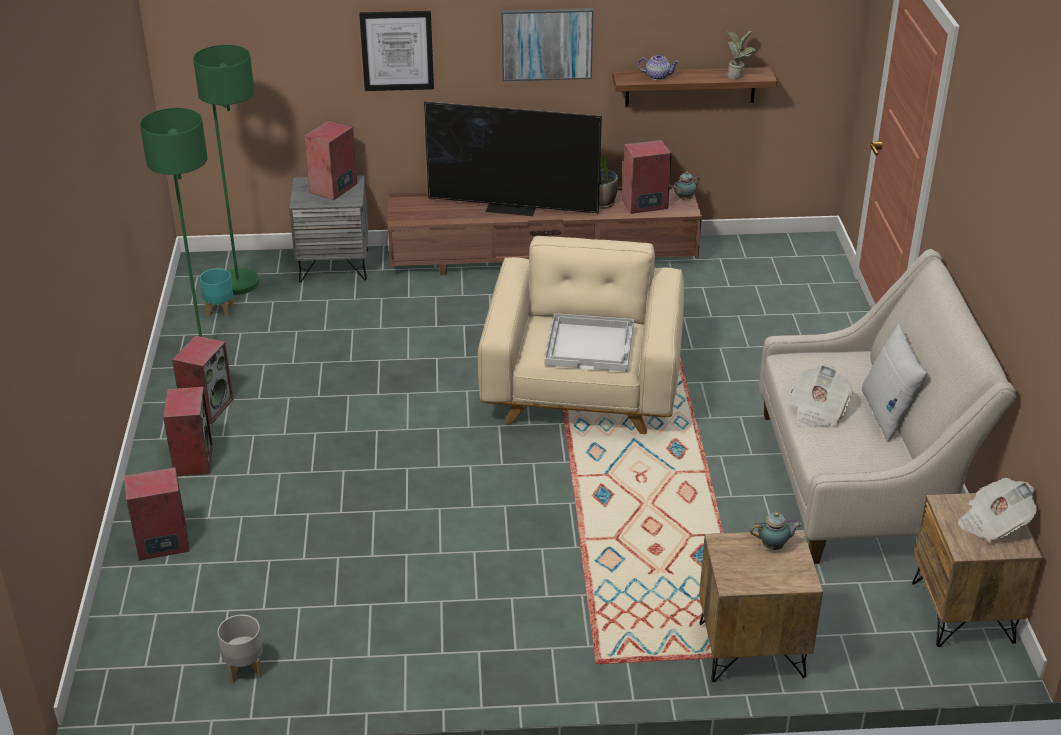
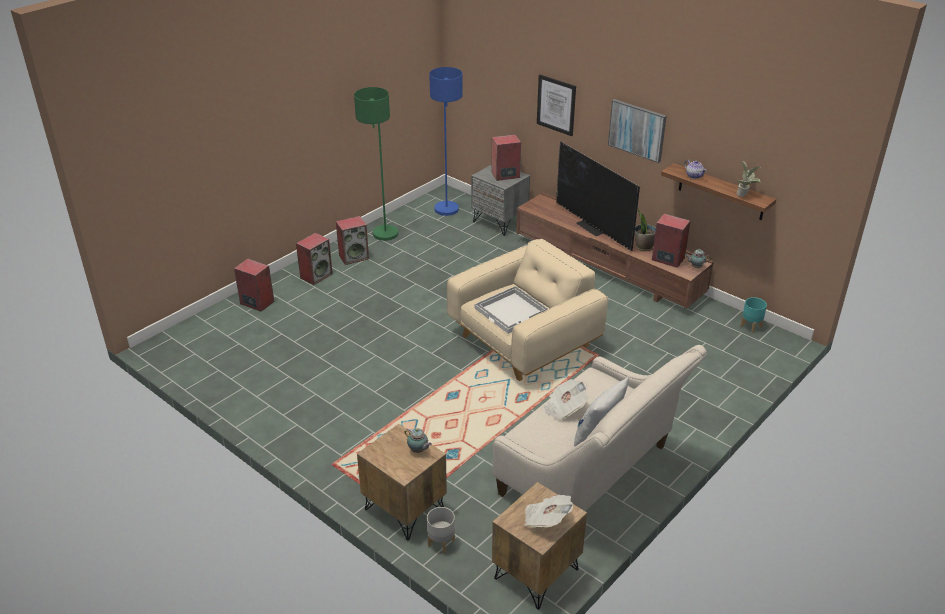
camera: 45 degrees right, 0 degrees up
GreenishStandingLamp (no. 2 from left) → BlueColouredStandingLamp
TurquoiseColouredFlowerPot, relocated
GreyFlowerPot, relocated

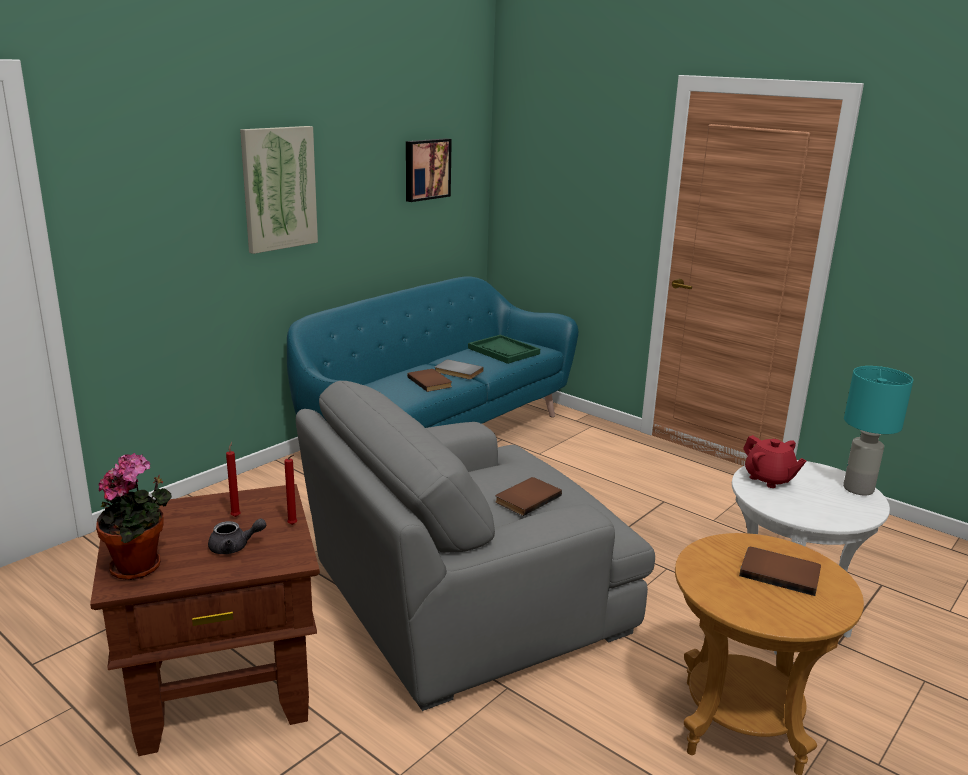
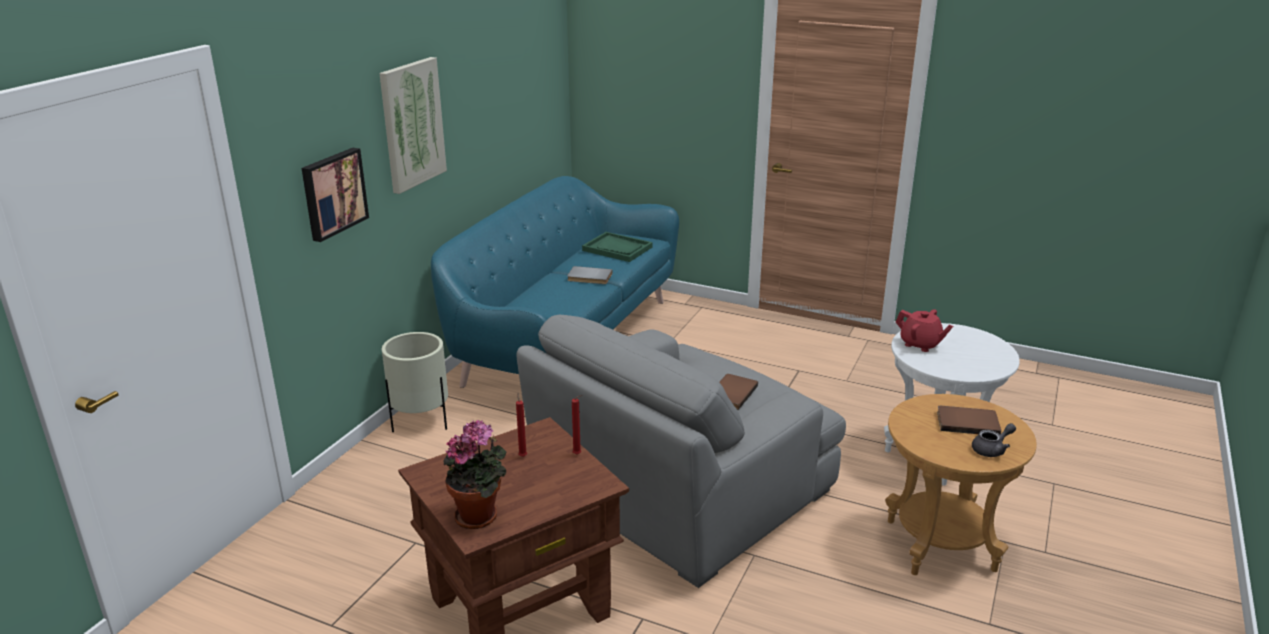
camera: 15 degrees left, 5 degrees up
WallPicture (no. 2 from left in the first image) → WallPicture (no. 1 from left), relocated
TurquoiseColouredTabletopLamp → -
BrownColouredBoundBook (no. 1 from left) → -
GreyTeapot, relocated
- → BeigeFlowerPot

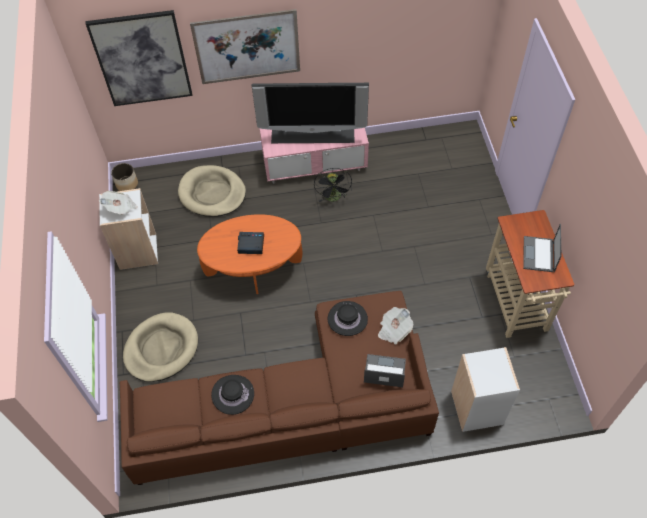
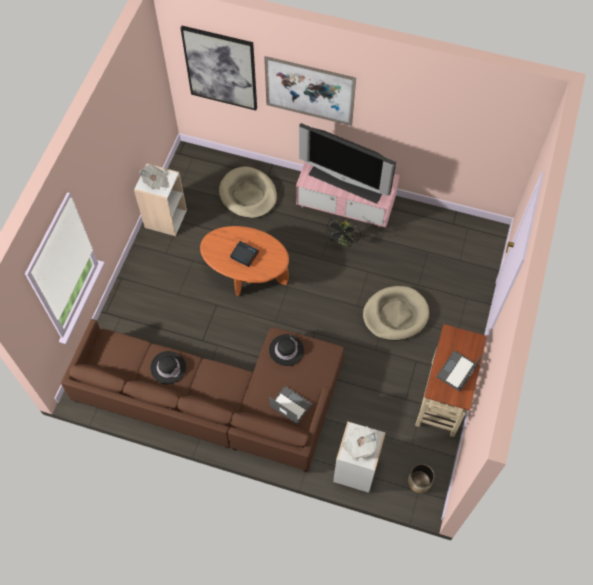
camera: 25 degrees right, 5 degrees up
FlowerPot, relocated
Newspaper (no. 2 from left), relocated
BeigeDogCushion (no. 1 from left in the first image) → BeigeDogCushion (no. 2 from left), relocated

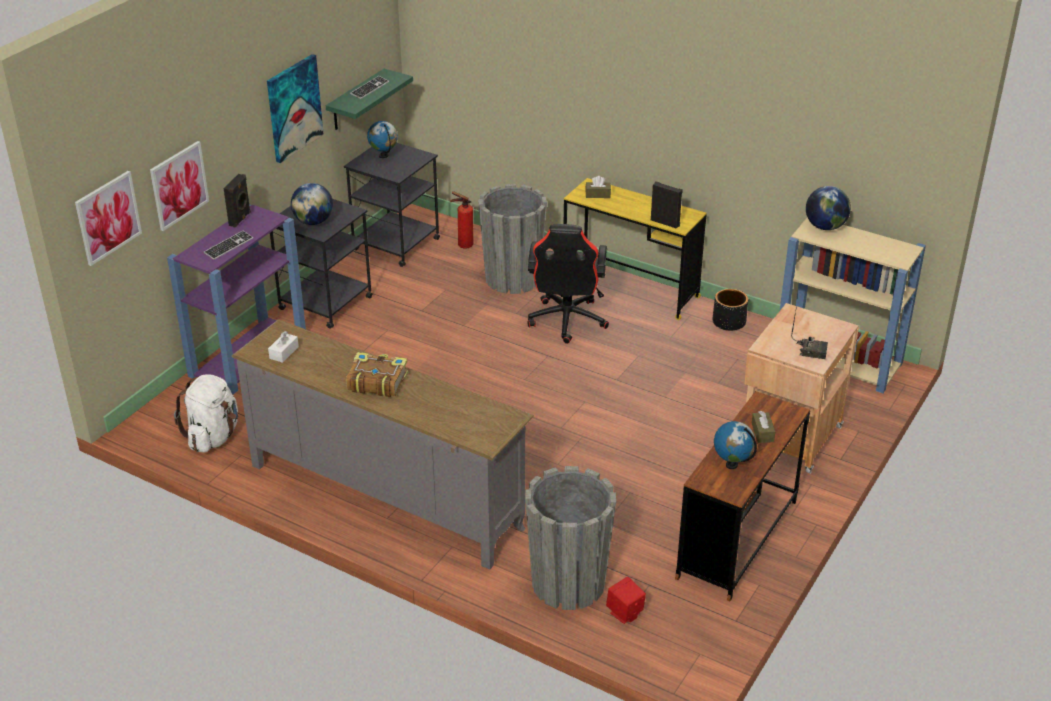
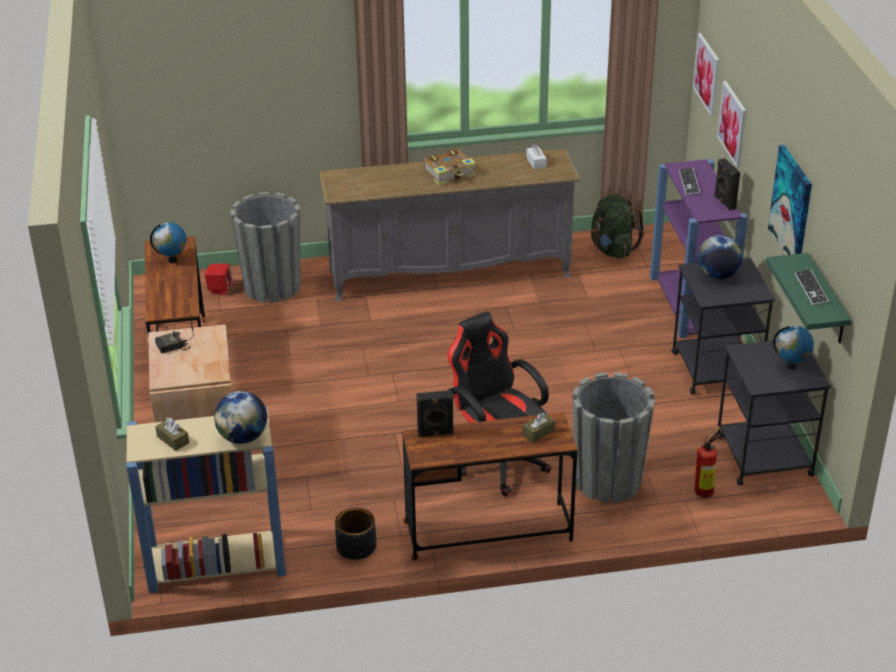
camera: 140 degrees right, 0 degrees up
YellowishDeskUnit → BrownColouredDeskUnit (no. 2 from left)
WhiteRucksack → GreenishRucksack
BrownColouredTissueBox (no. 2 from left in the first image) → BrownColouredTissueBox (no. 1 from left), relocated

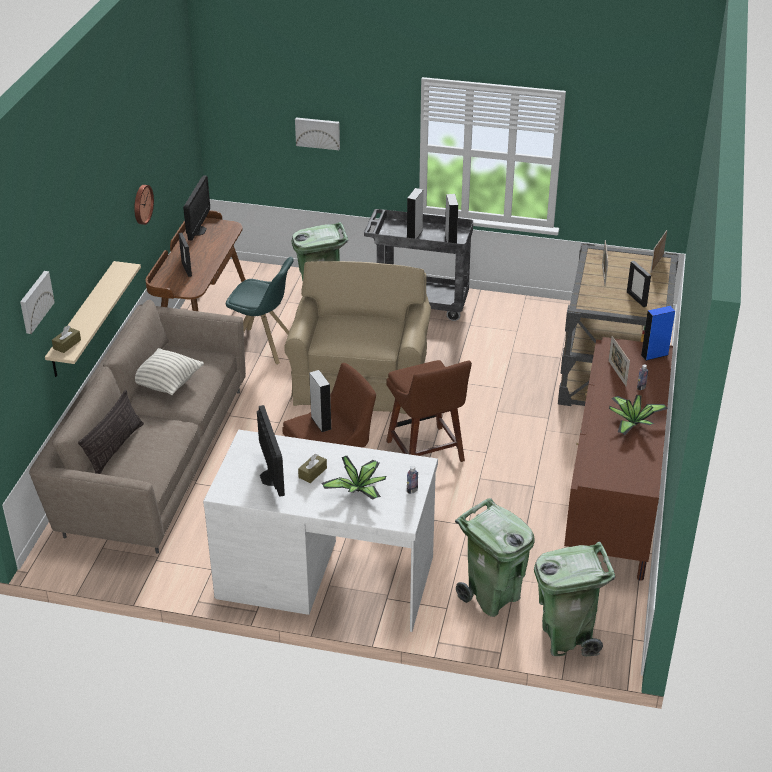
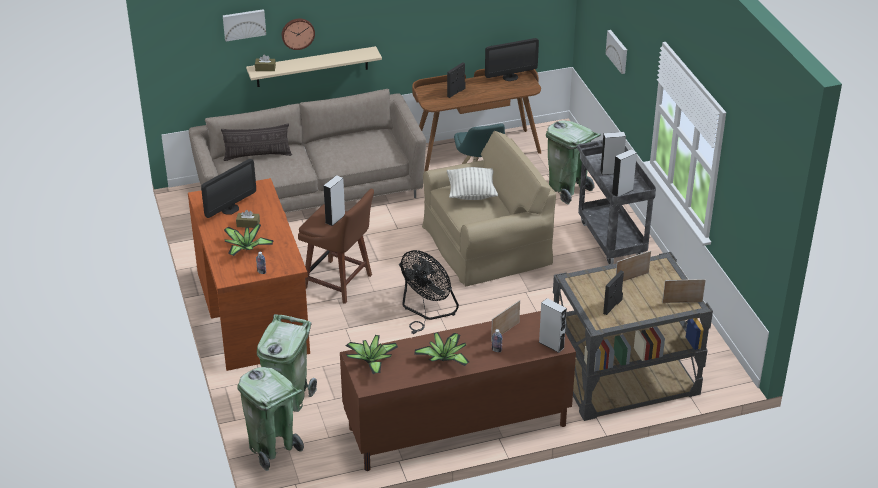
camera: 60 degrees right, 0 degrees up
ClockOnTheWall, relocated
BlueColouredSpeaker → GreySpeaker (no. 2 from left)
Pillow (no. 2 from left), relocated
BrownColouredSittingStool (no. 2 from left) → BlackishElectricFan
WhiteDeskUnit → BrownColouredDeskUnit (no. 1 from left)
- → PottedPlant (no. 2 from left)

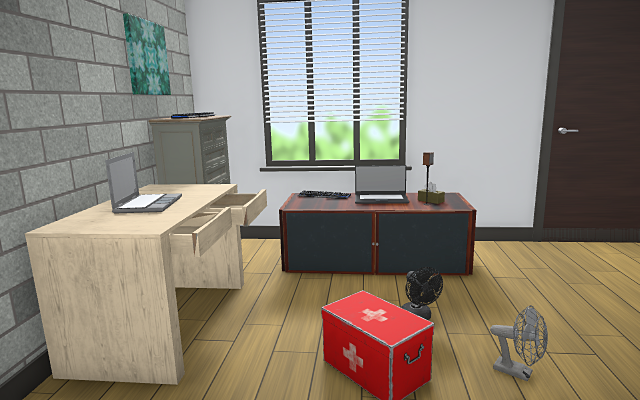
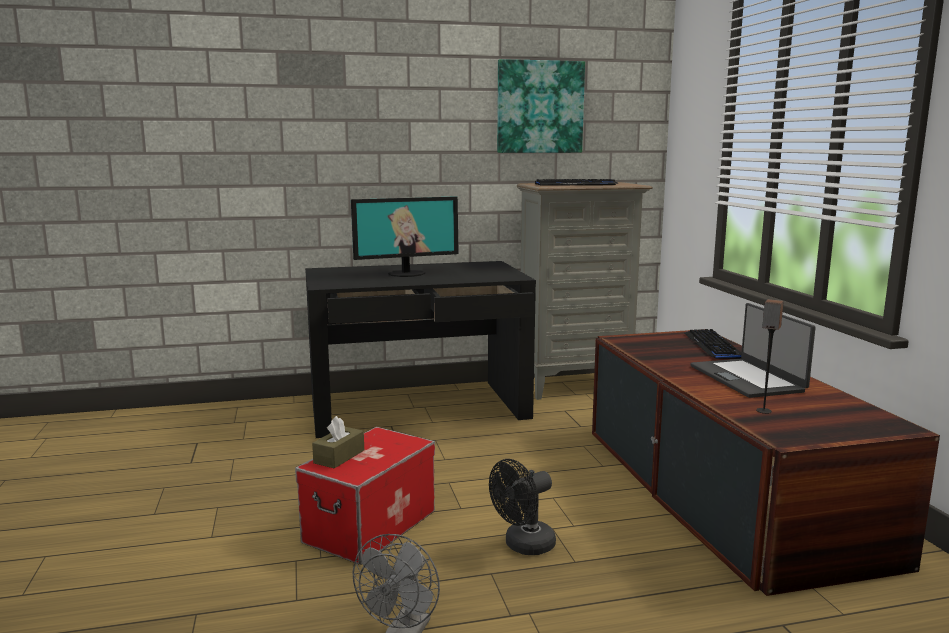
camera: 70 degrees right, 0 degrees up
PortableComputer (no. 1 from left) → Monitor
BrownColouredTissueBox, relocated
BeigeDeskUnit → BlackishDeskUnit

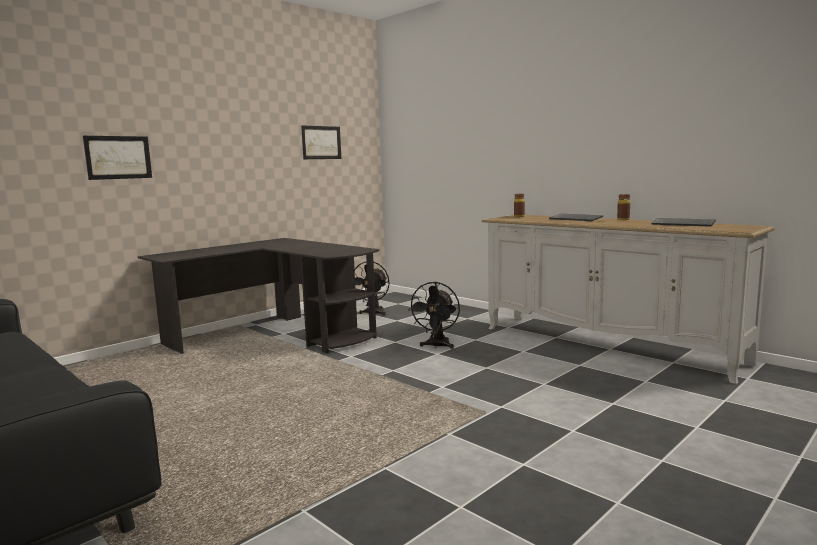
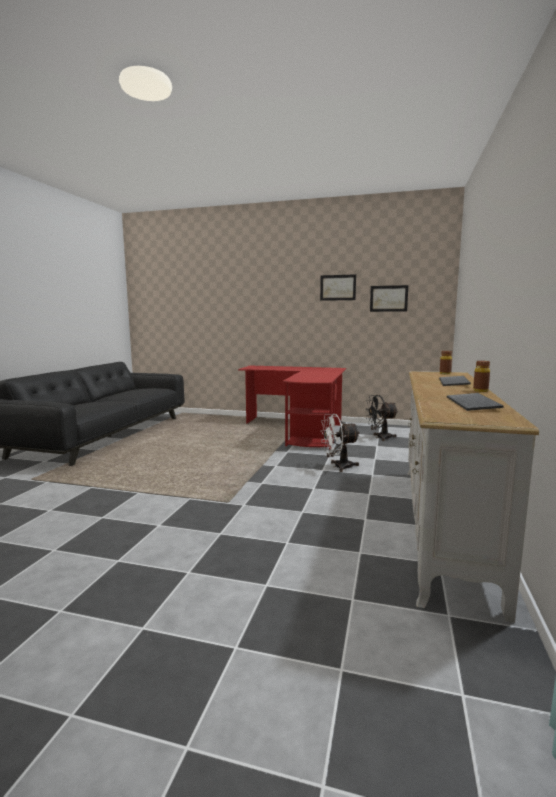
camera: 60 degrees right, 0 degrees up
WallPicture (no. 1 from left), relocated
BlackishDeskUnit → RedDeskUnit
BlackishElectricFan (no. 2 from left) → WhiteElectricFan

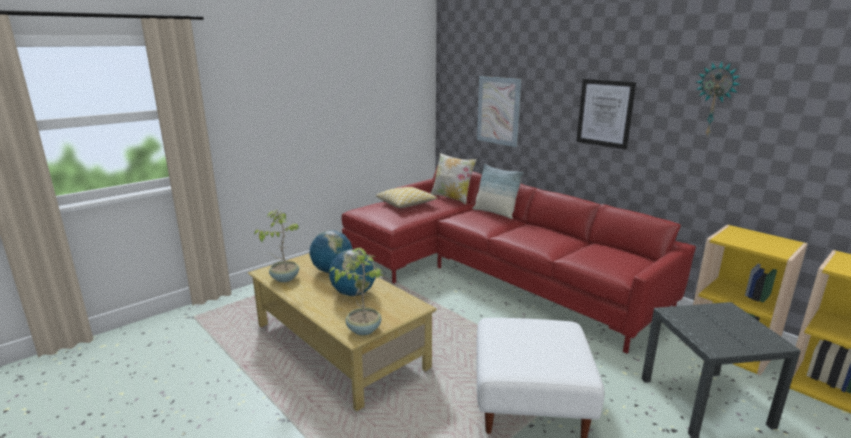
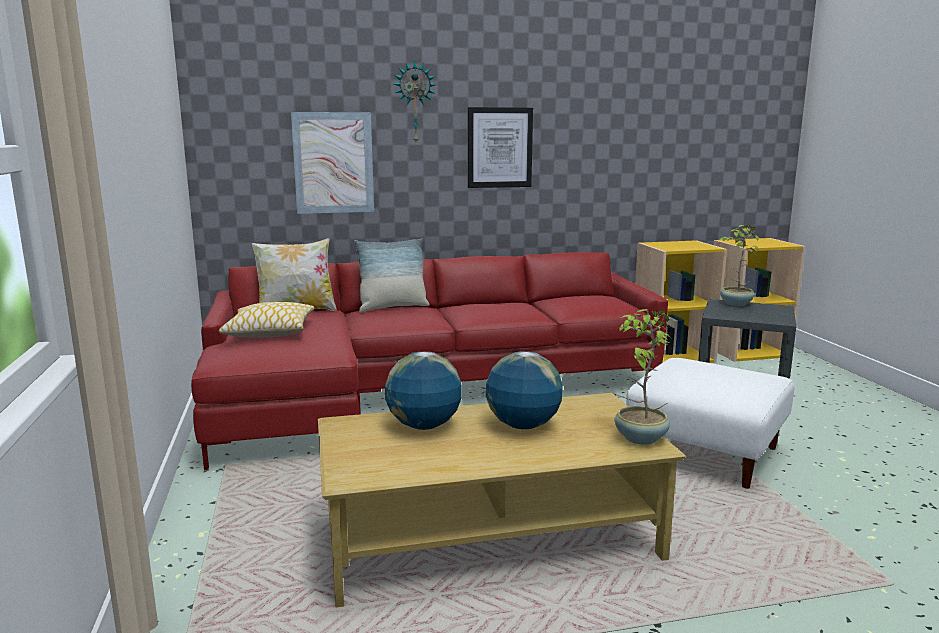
camera: 60 degrees left, 5 degrees down
ClockOnTheWall, relocated
PottedPlant (no. 1 from left in the first image) → PottedPlant (no. 2 from left), relocated

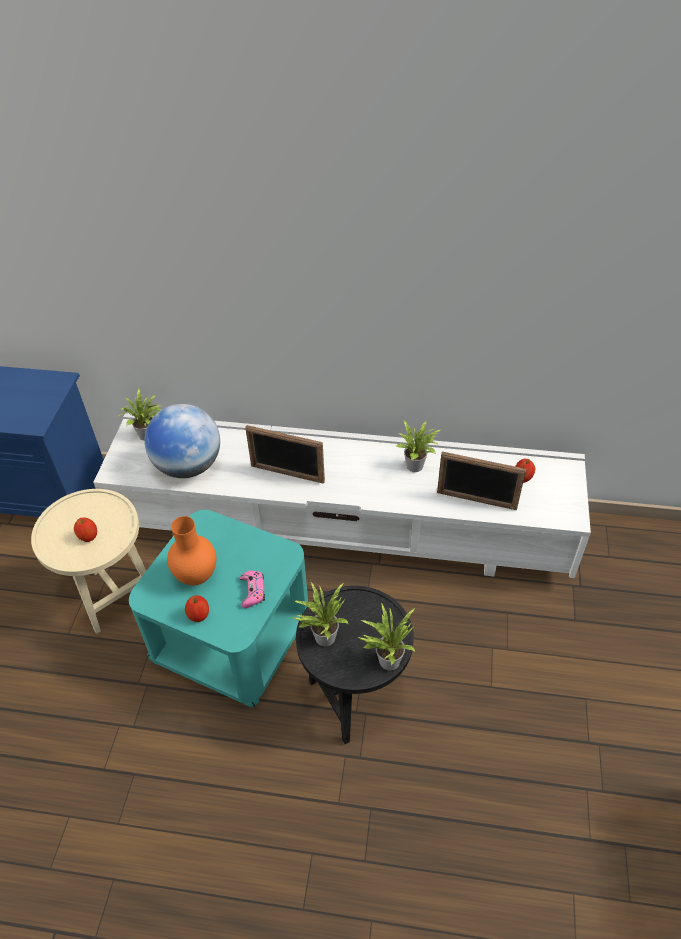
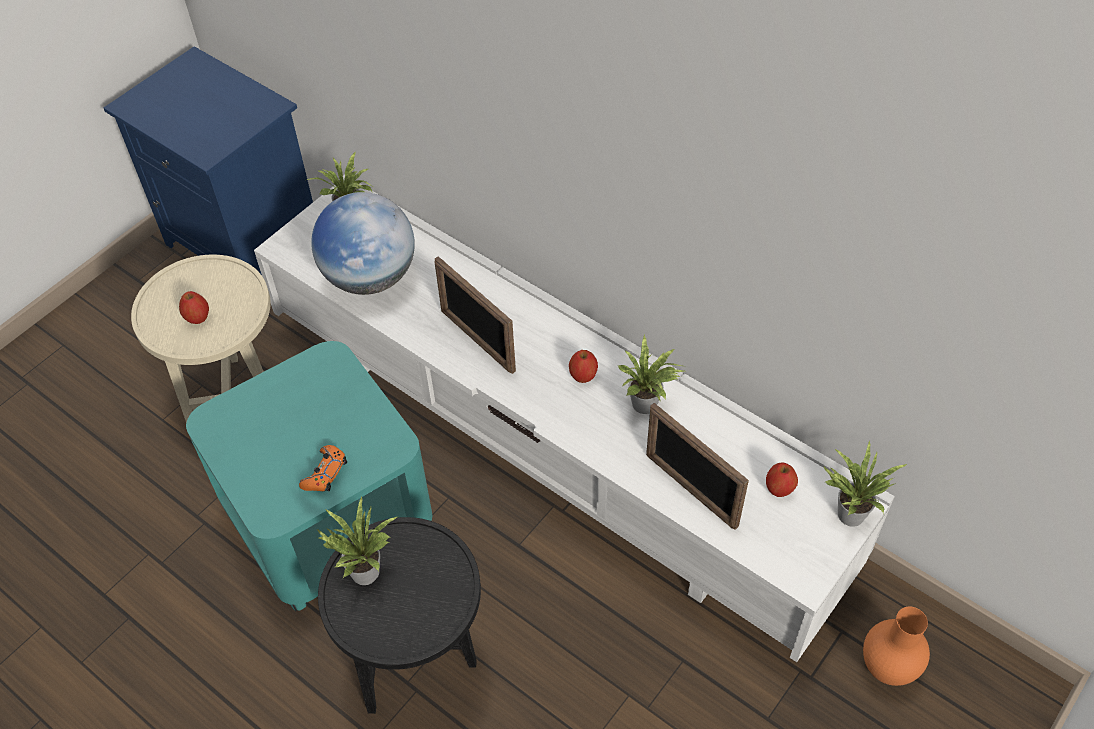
camera: 30 degrees right, 5 degrees up
OrangeColouredFlowerVase, relocated
PinkColouredGamepad → OrangeColouredGamepad
AppleFruit (no. 2 from left), relocated
PottedPlant (no. 3 from left in the first image) → PottedPlant (no. 4 from left), relocated

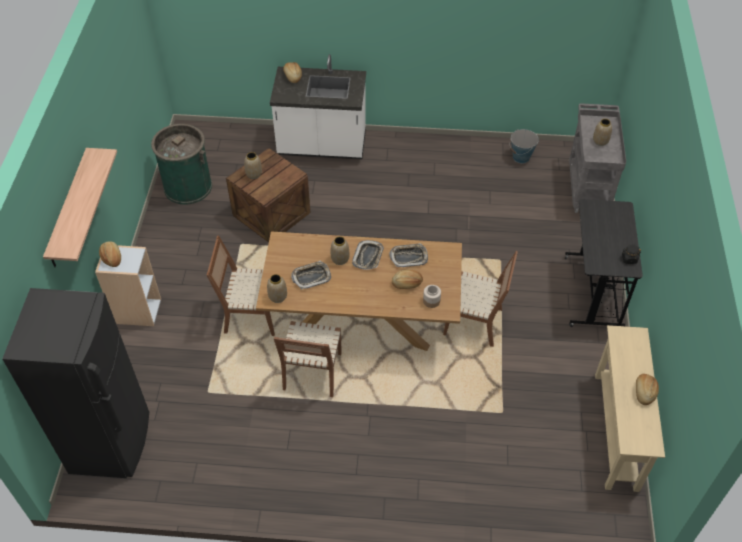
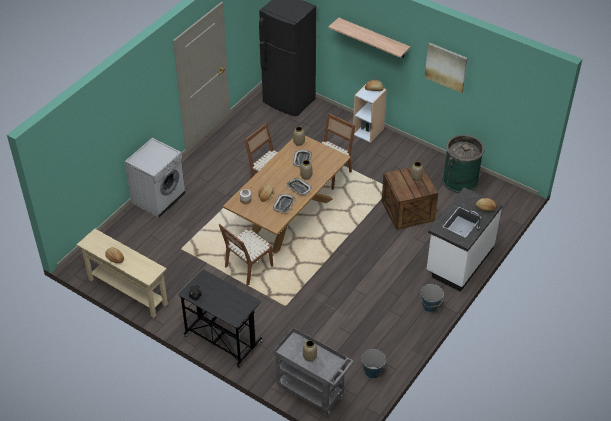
camera: 120 degrees right, 5 degrees down
- → WallPicture
- → WhiteWashingMachine
- → Pail (no. 2 from left)

